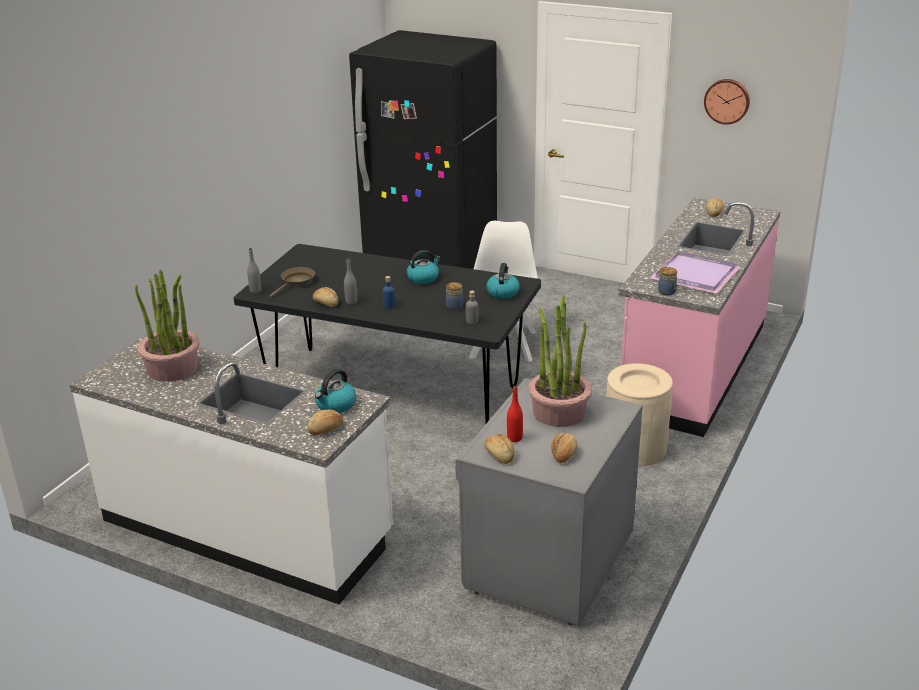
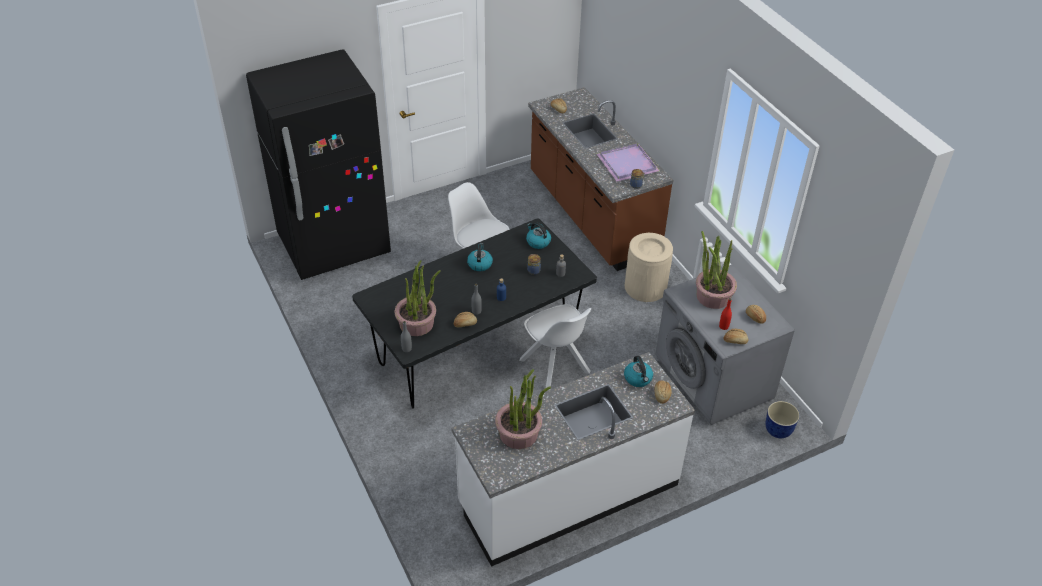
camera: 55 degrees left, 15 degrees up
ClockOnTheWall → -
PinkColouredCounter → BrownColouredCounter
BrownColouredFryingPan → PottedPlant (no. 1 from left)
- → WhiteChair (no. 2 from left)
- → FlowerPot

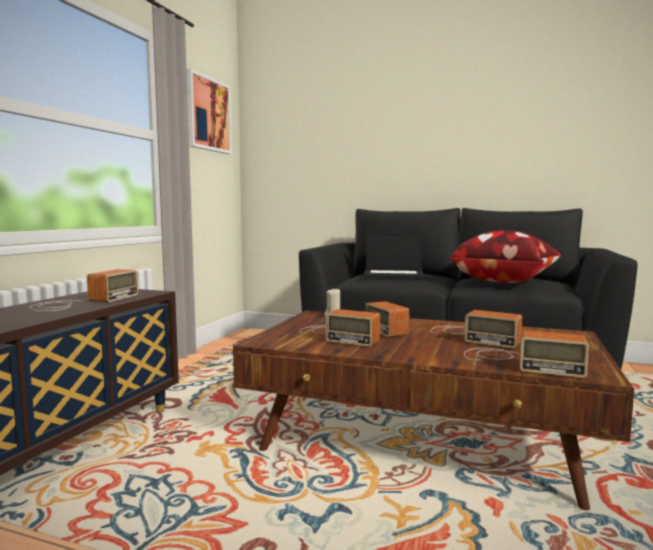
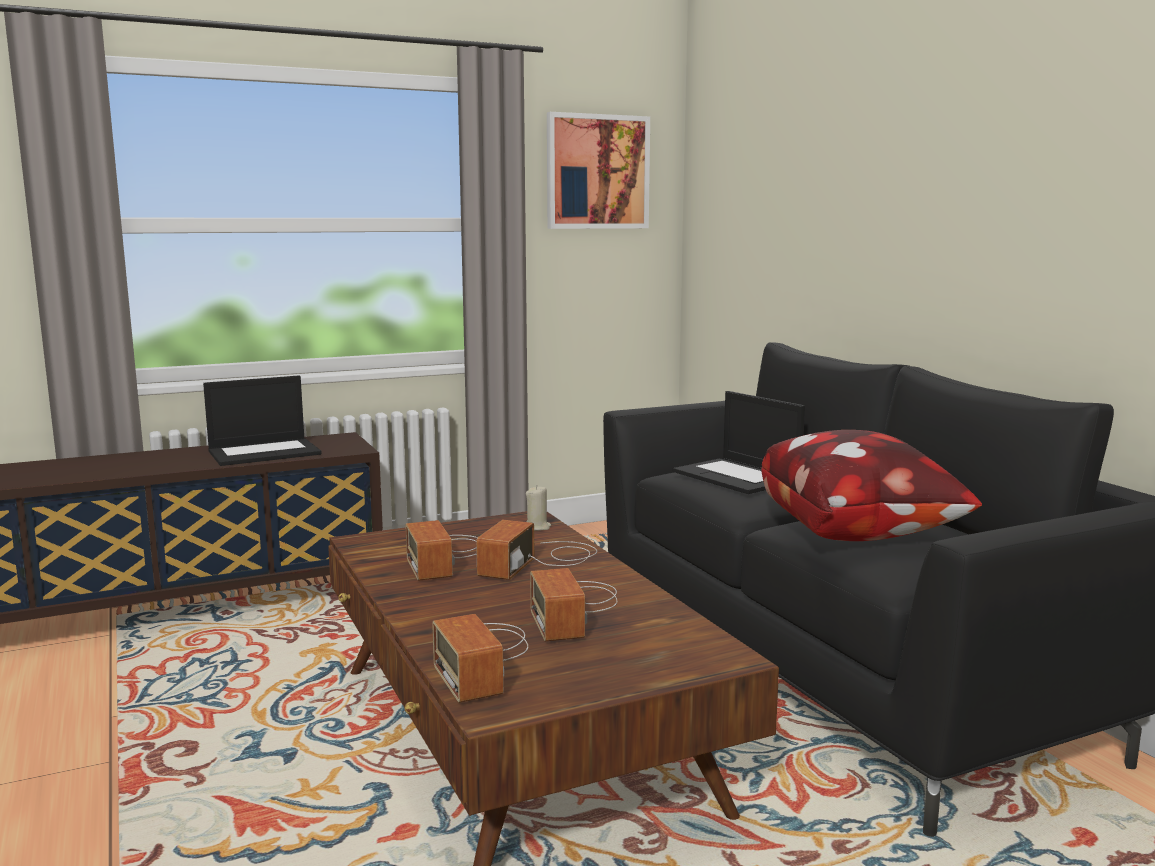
camera: 45 degrees right, 5 degrees up
RadioSet (no. 1 from left) → PortableComputer (no. 1 from left)

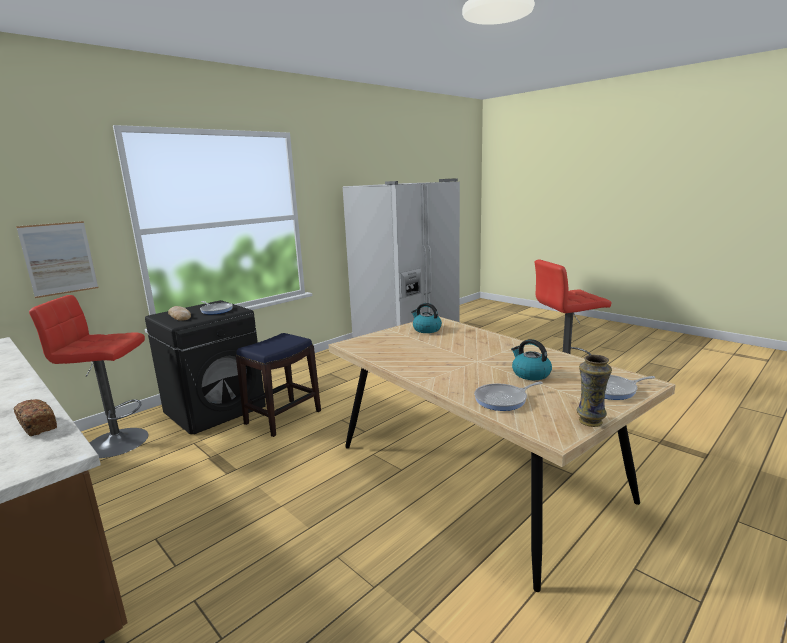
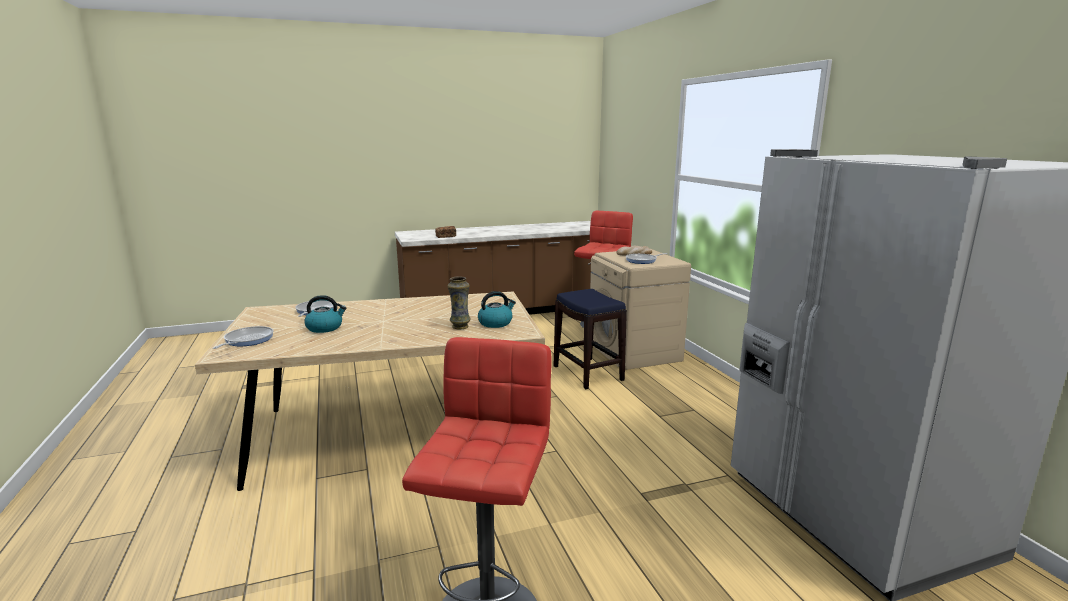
camera: 115 degrees right, 0 degrees up
WallPicture → -
BlackishWashingMachine → BeigeWashingMachine
FlowerVase, relocated

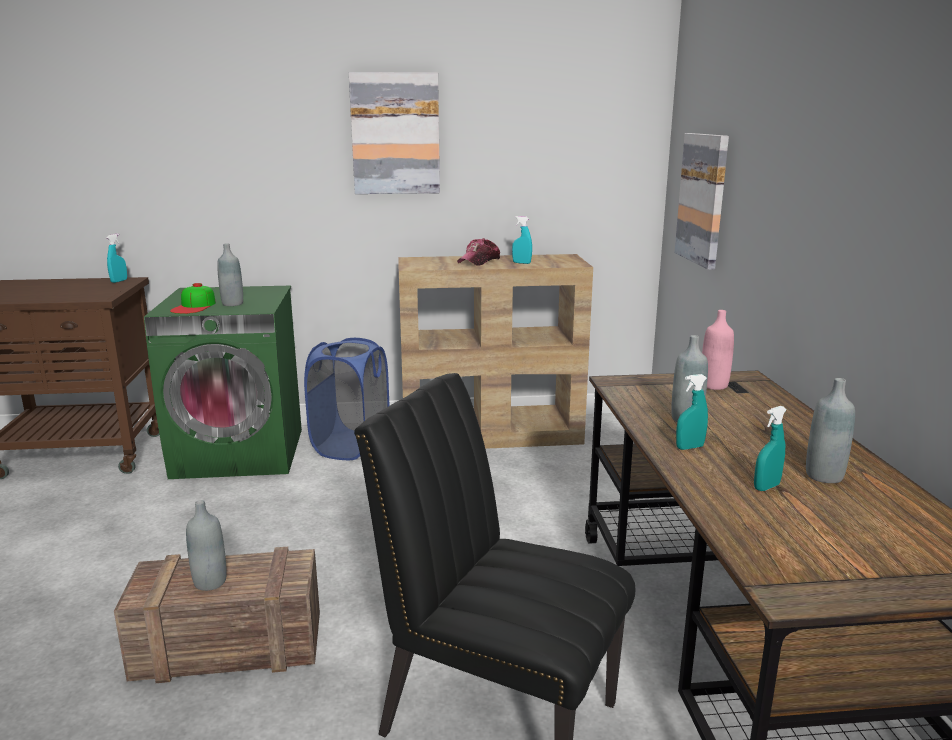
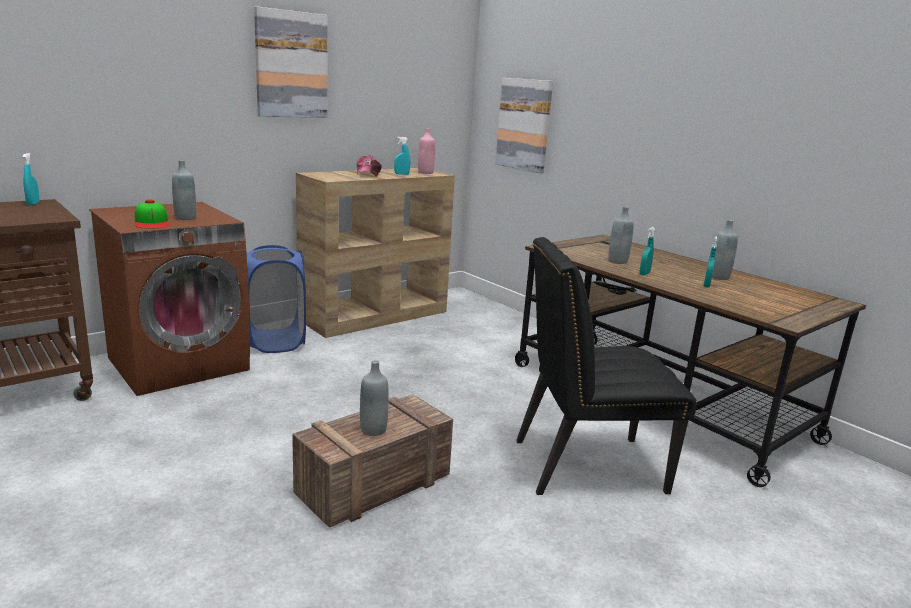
camera: 35 degrees left, 0 degrees up
GreenishWashingMachine → BrownColouredWashingMachine
PinkColouredBeverageBottle, relocated

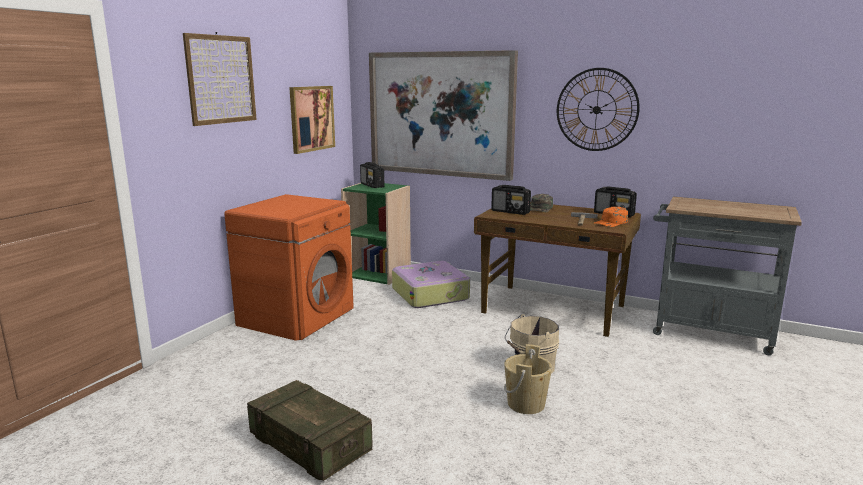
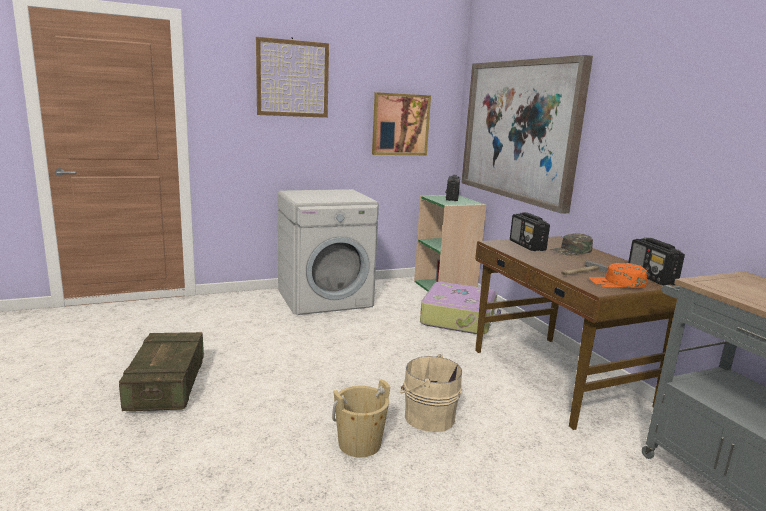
camera: 40 degrees right, 0 degrees up
ClockOnTheWall → -
OrangeColouredWashingMachine → WhiteWashingMachine

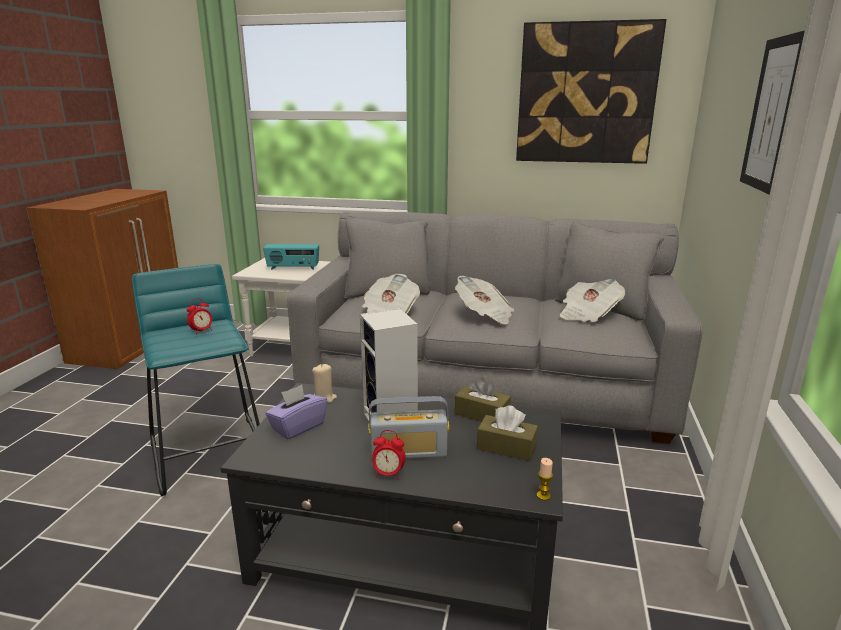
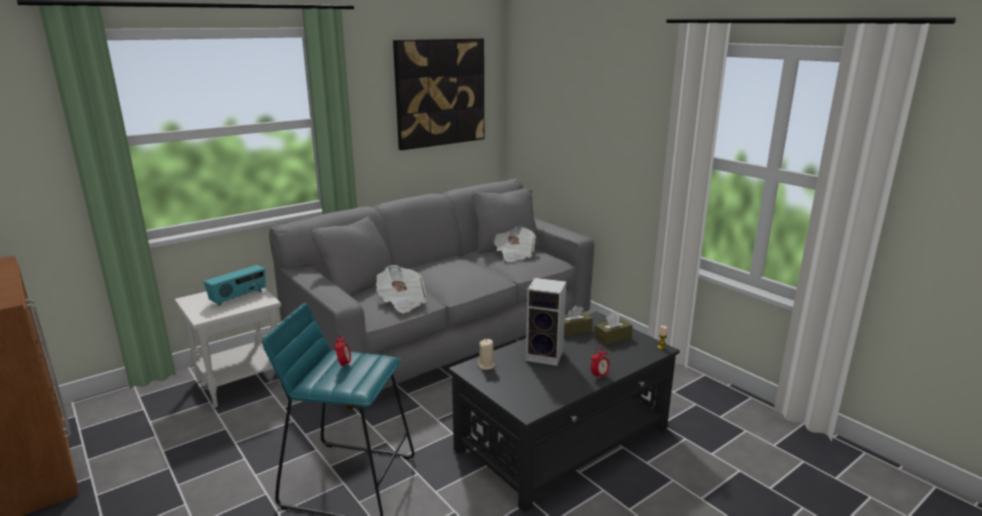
camera: 50 degrees left, 0 degrees up
WallPicture (no. 2 from left) → -
Newspaper (no. 2 from left) → -
PurpleTissueBox → -
RadioSet (no. 2 from left) → -

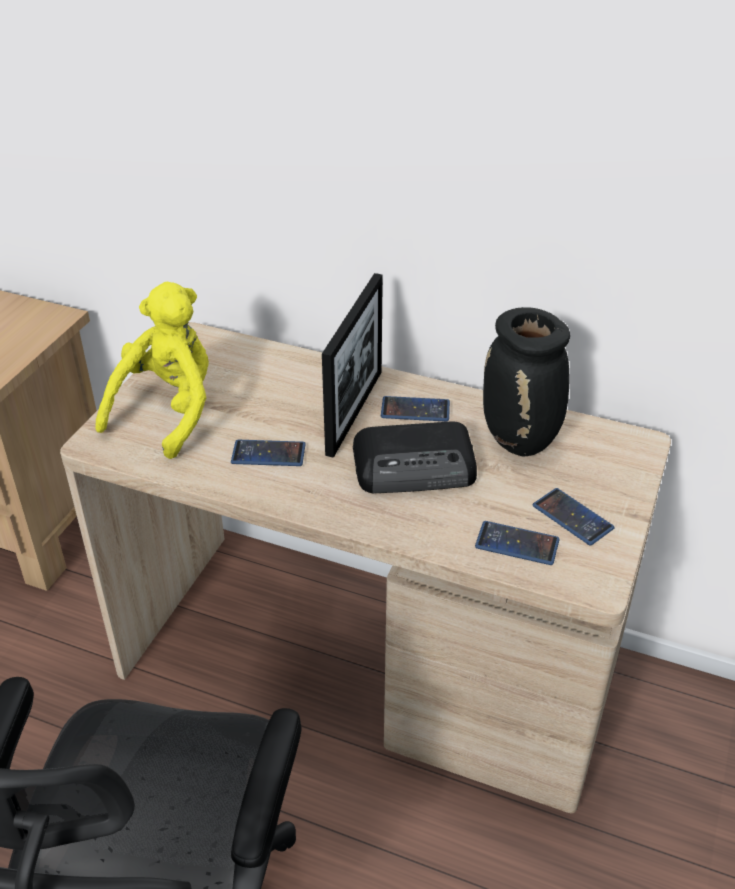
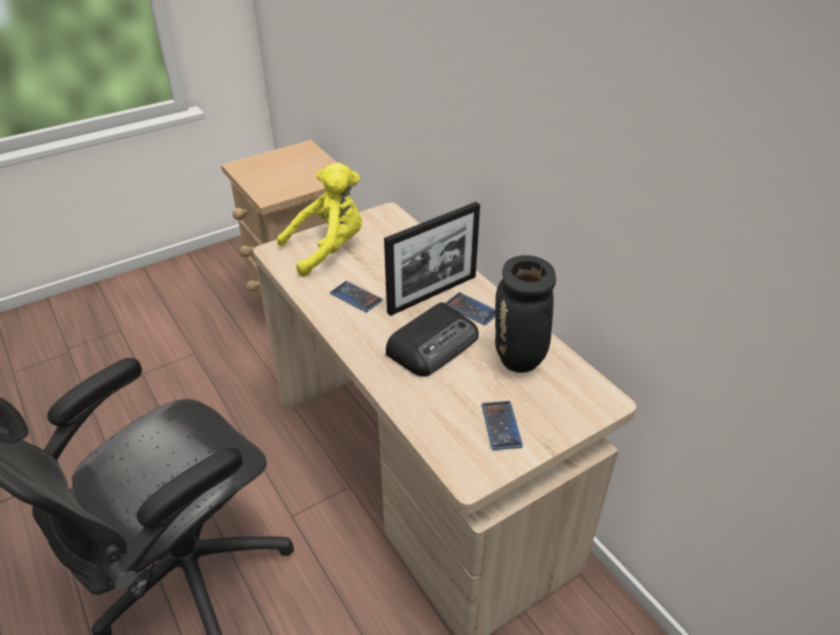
camera: 35 degrees right, 0 degrees up
RadioSet, 75 degrees counterclockwise
Handset (no. 3 from left) → -

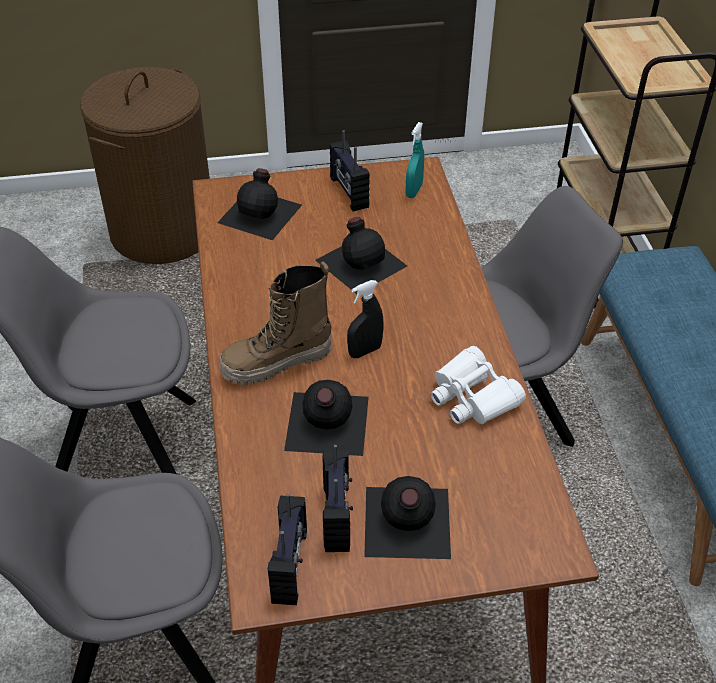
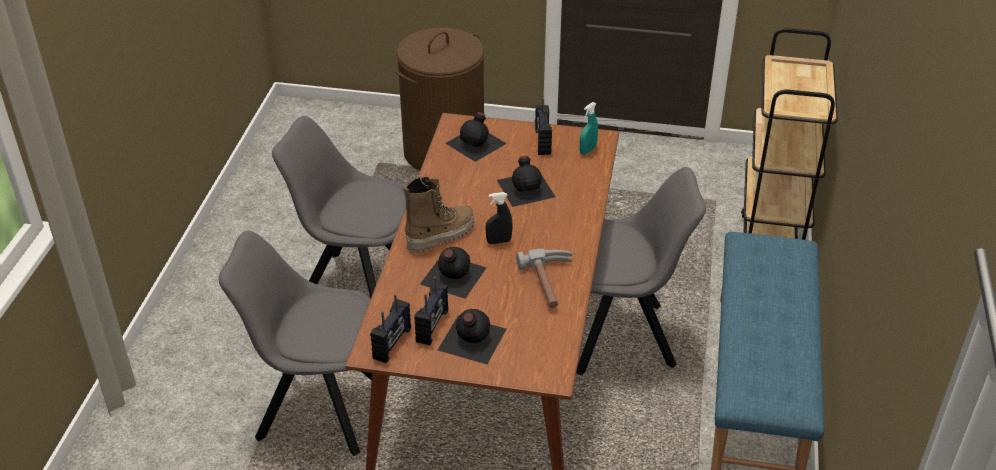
camera: 20 degrees right, 5 degrees down
HighTopBoot, 150 degrees clockwise
WhiteFieldGlasses → ToolHammer

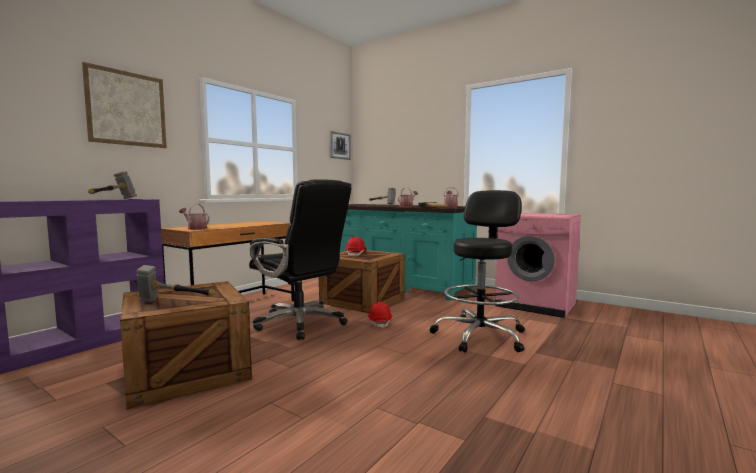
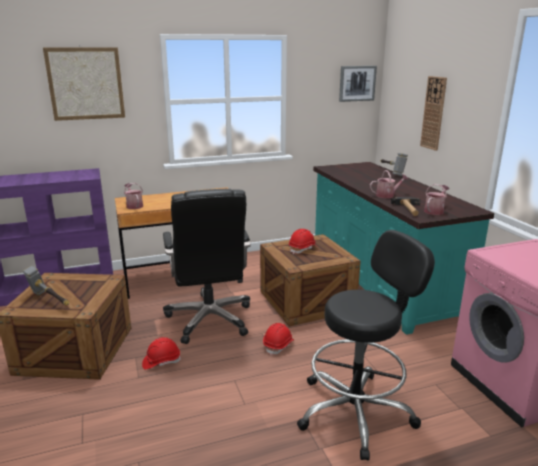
camera: 35 degrees right, 15 degrees up
ToolHammer (no. 1 from left) → -
- → ClockOnTheWall
- → RedHardHat (no. 1 from left)

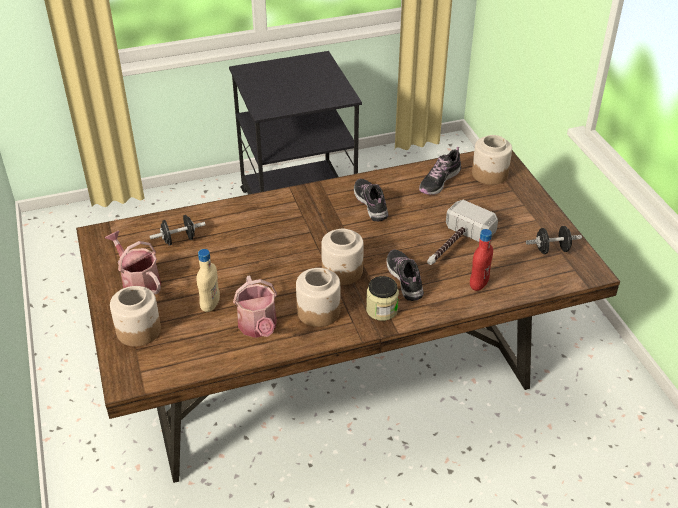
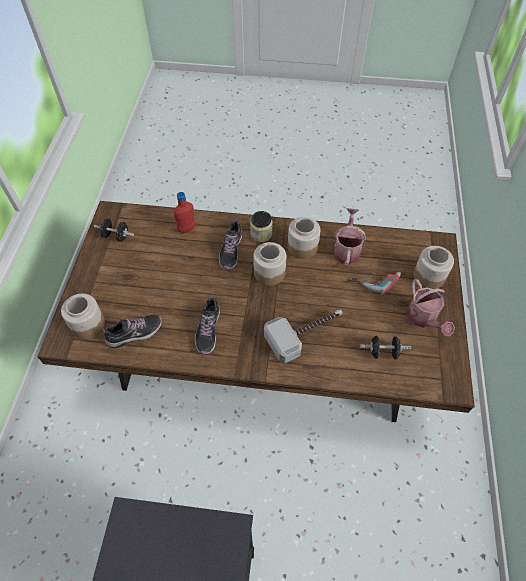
camera: 155 degrees left, 15 degrees up
ToolHammer, relocated
BeigeBeverageBottle → PowerDrill

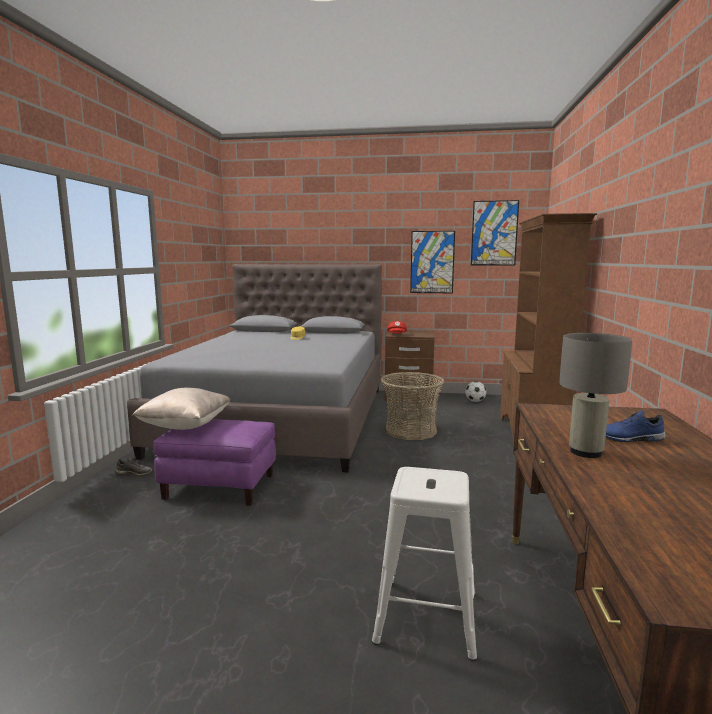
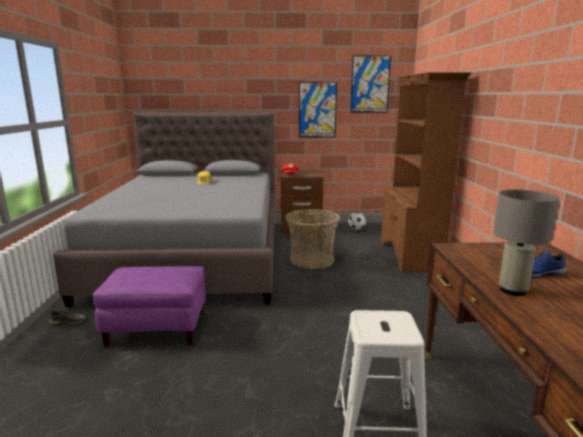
camera: 10 degrees left, 5 degrees up
BeigePillow → -

